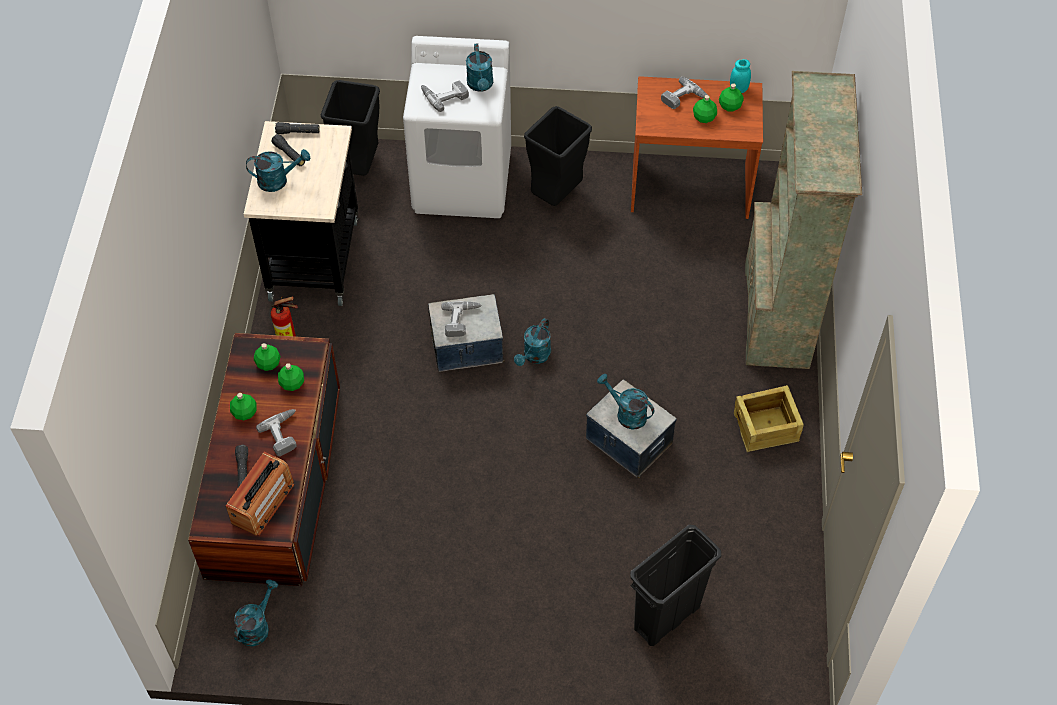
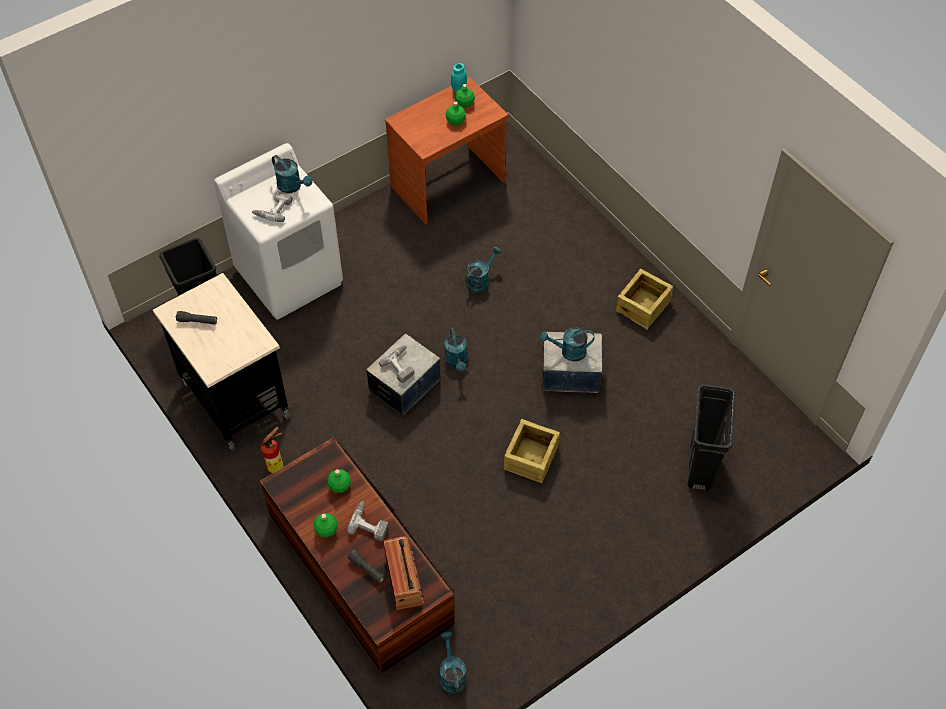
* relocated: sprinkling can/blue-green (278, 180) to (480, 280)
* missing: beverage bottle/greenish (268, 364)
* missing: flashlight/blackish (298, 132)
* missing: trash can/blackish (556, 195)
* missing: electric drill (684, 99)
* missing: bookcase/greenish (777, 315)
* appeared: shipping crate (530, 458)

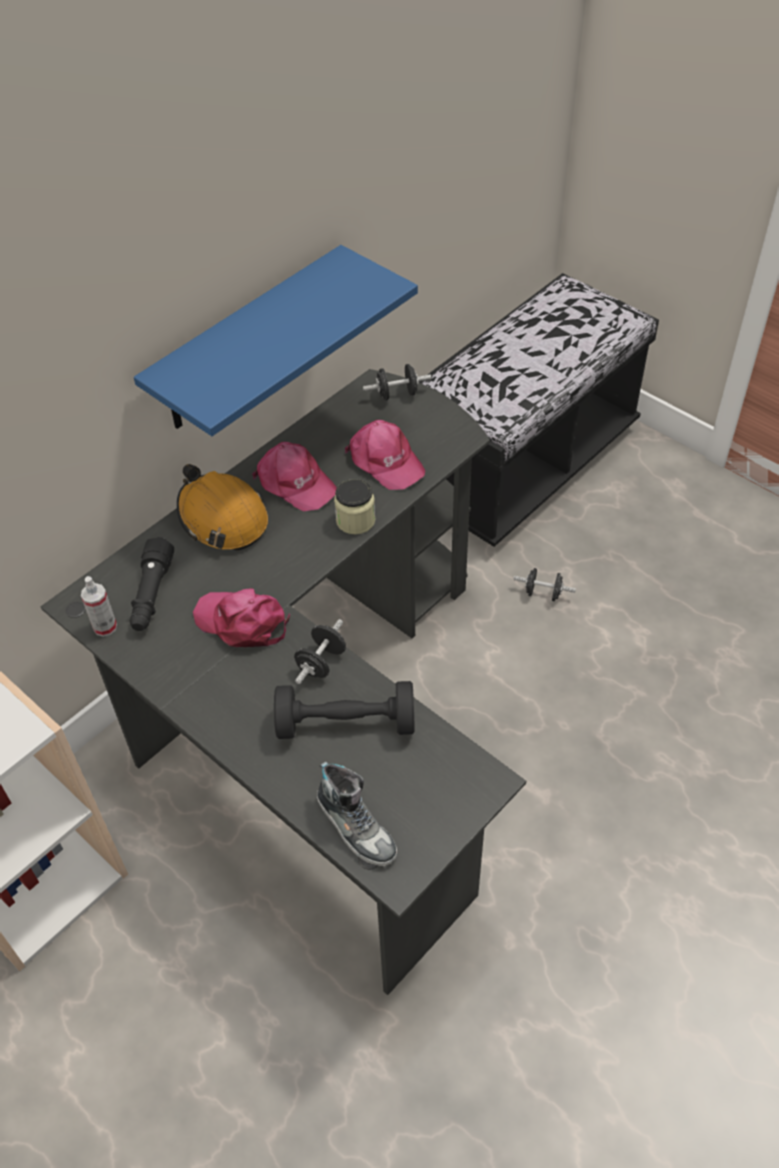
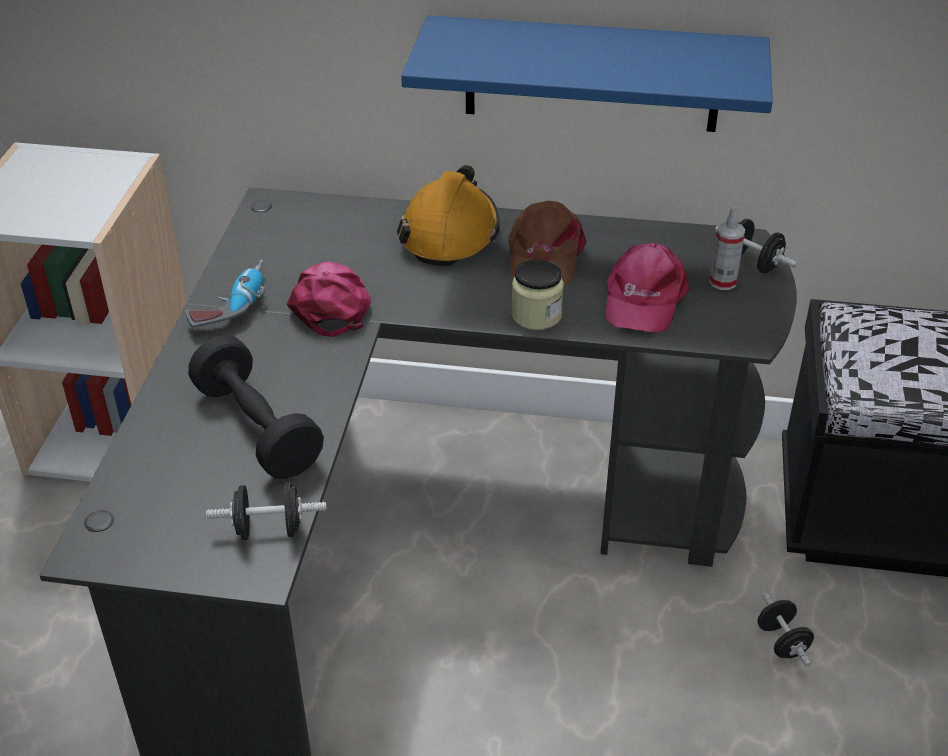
* relocated: sprayer (105, 627) to (723, 282)
* missing: flashlight/blackish (152, 595)
* colour: baseball cap/pink-coloured (295, 483) to baseball cap/brown-coloured (544, 254)
* relocated: hand weight/blackish (321, 662) to (269, 529)
* missing: shoe (356, 826)
* appeared: electric drill (232, 305)

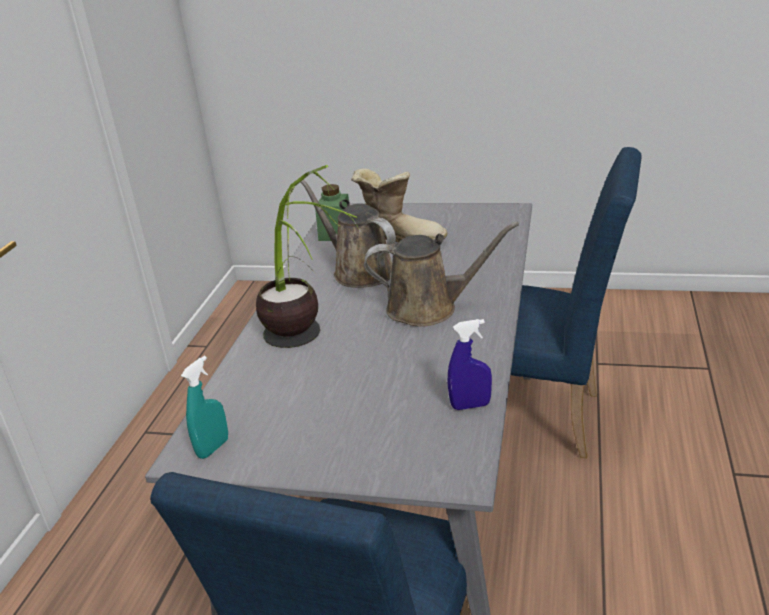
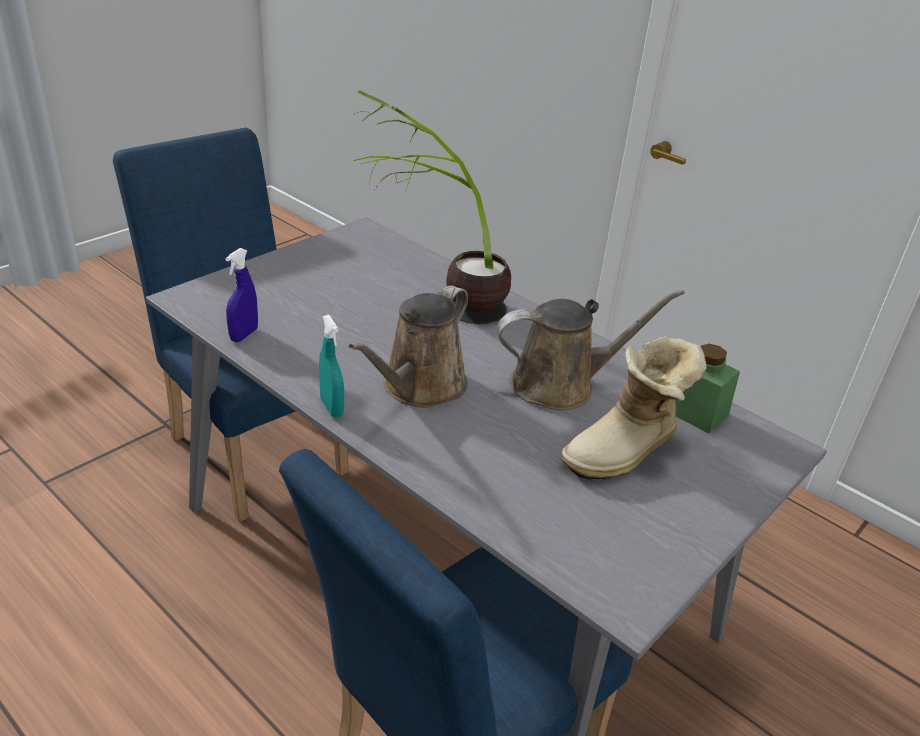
* relocated: sprayer/blue-green (213, 448) to (331, 407)

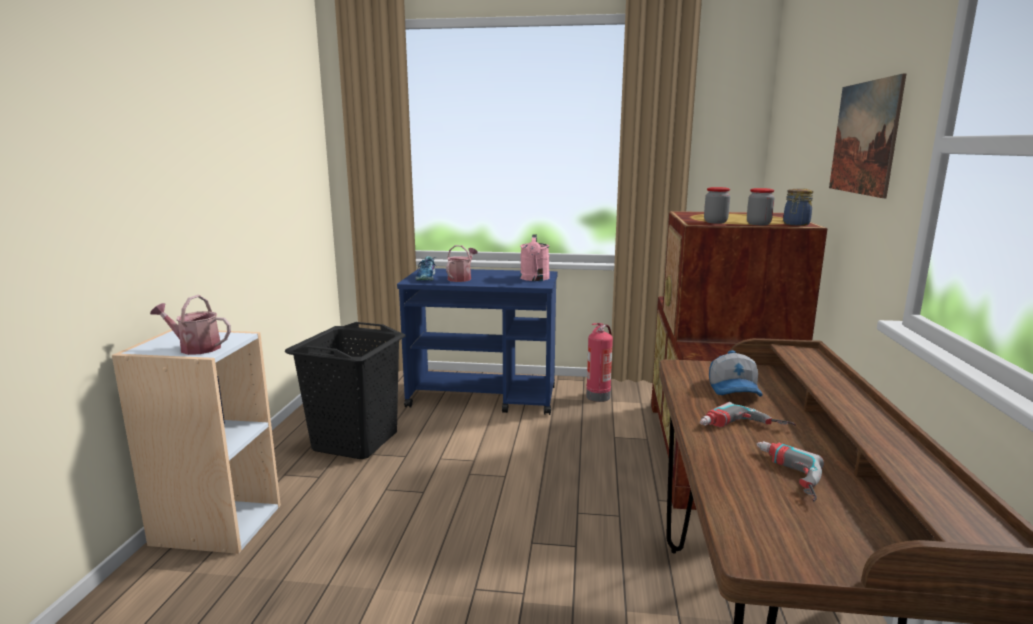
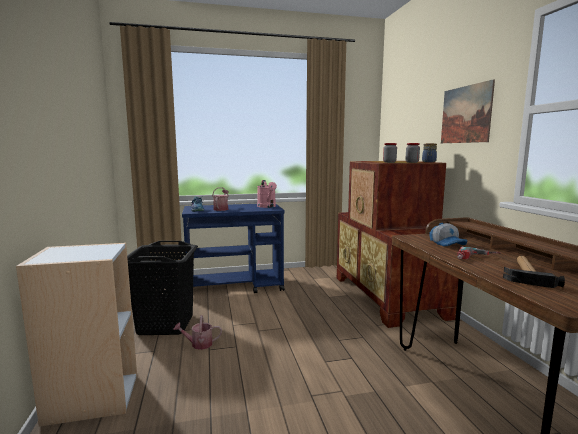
* relocated: sprinkling can (195, 348) to (198, 344)
* missing: fire extinguisher (598, 396)
* exchanged: electric drill (783, 476) to hand hammer (526, 274)

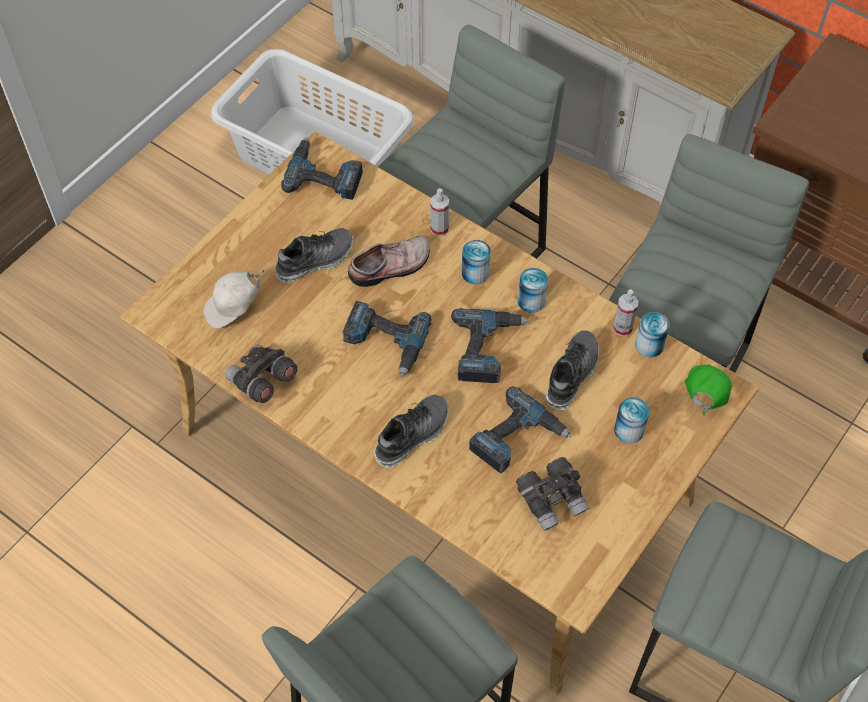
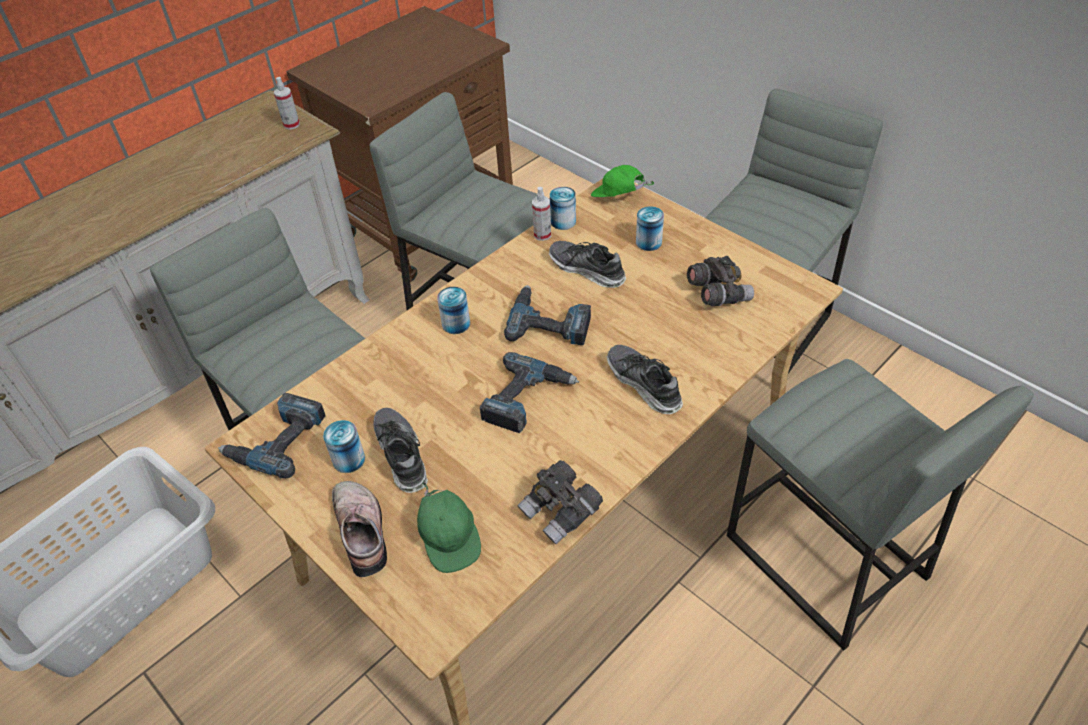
* colour: baseball cap/white-coloured (234, 308) to baseball cap/greenish (450, 538)
* relocated: shoe (391, 267) to (364, 530)
* relocated: sprayer (439, 228) to (291, 125)
* missing: electric drill (517, 439)
* relocated: sealed can (531, 301) to (349, 459)

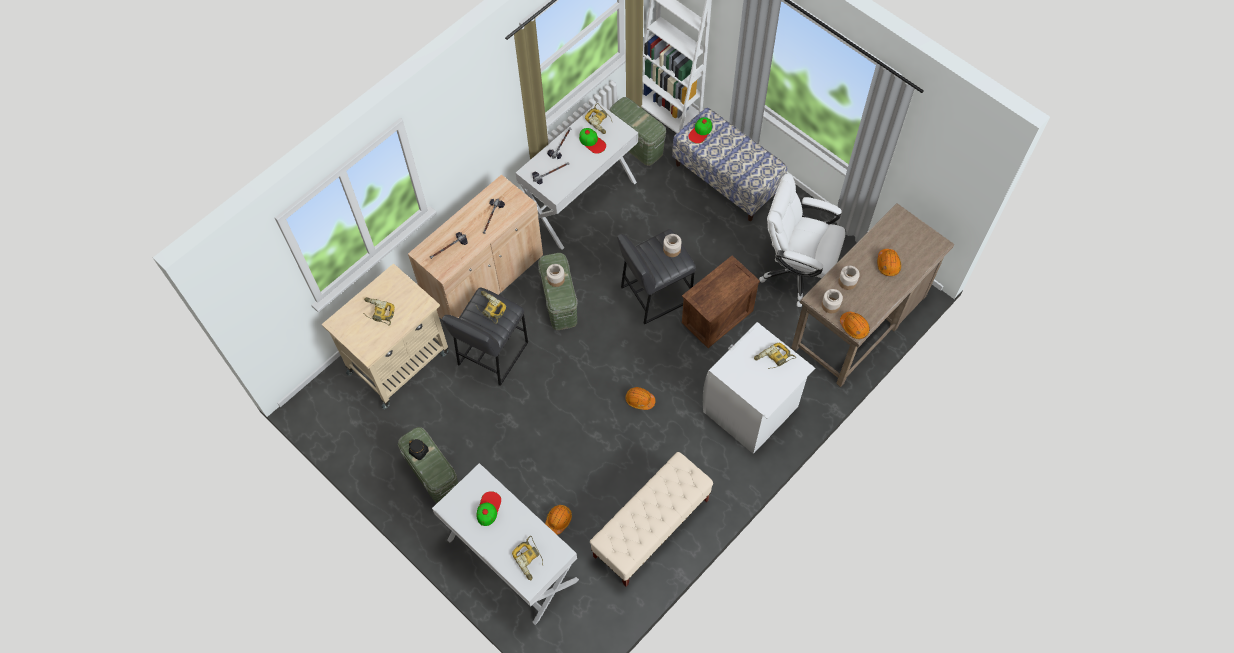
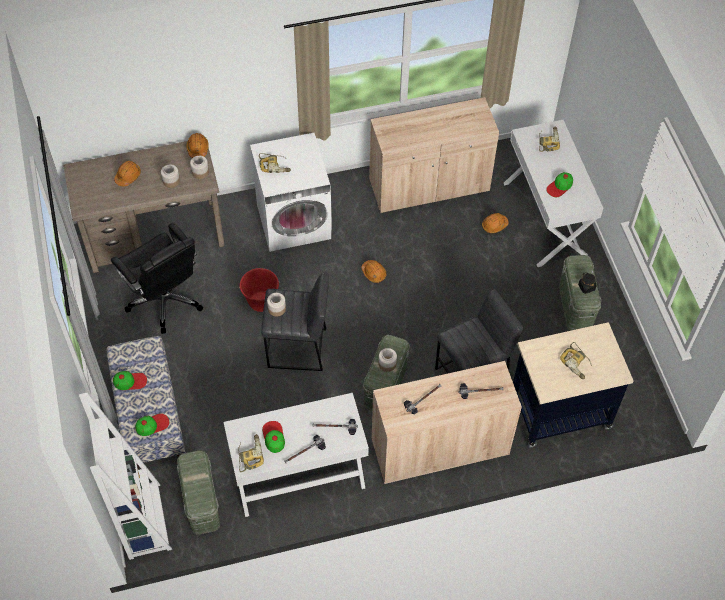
* colour: cart/sand-coloured (399, 362) to cart/bluish (559, 414)
* missing: electric drill (489, 308)
* exchanged: long seat/sand-coloured (651, 528) to storage cabinet/sand-coloured (429, 186)
* exchanged: shipping crate (717, 316) to bucket/red (261, 302)
* colour: office chair/white-coloured (797, 272) to office chair/blackish (165, 299)
* appeared: baseball cap (130, 381)

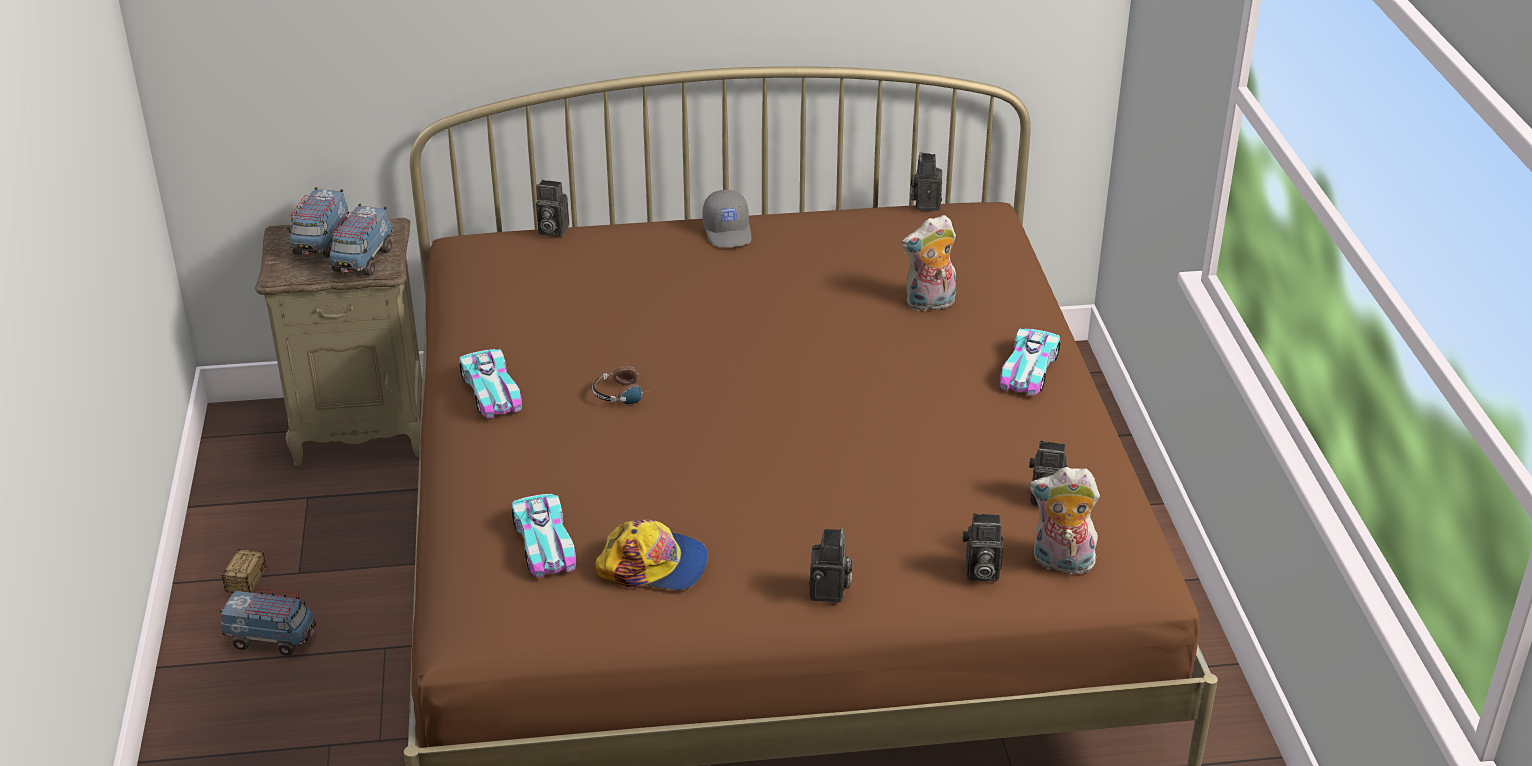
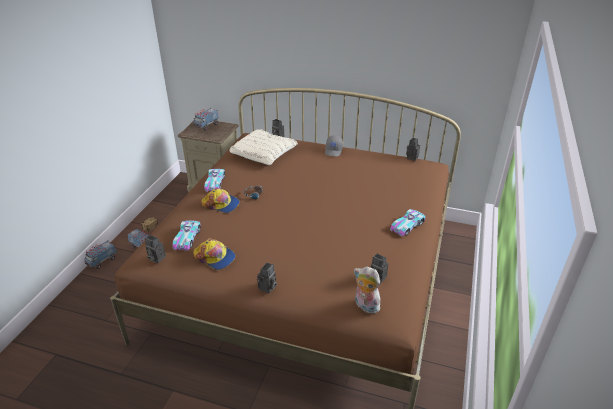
* relocated: toy truck (362, 261) to (102, 261)
* missing: plush toy (929, 304)
* relocated: still camera (980, 572) to (155, 258)
* appeared: baseball cap (221, 204)
* appeared: pillow/sand-coloured (264, 153)

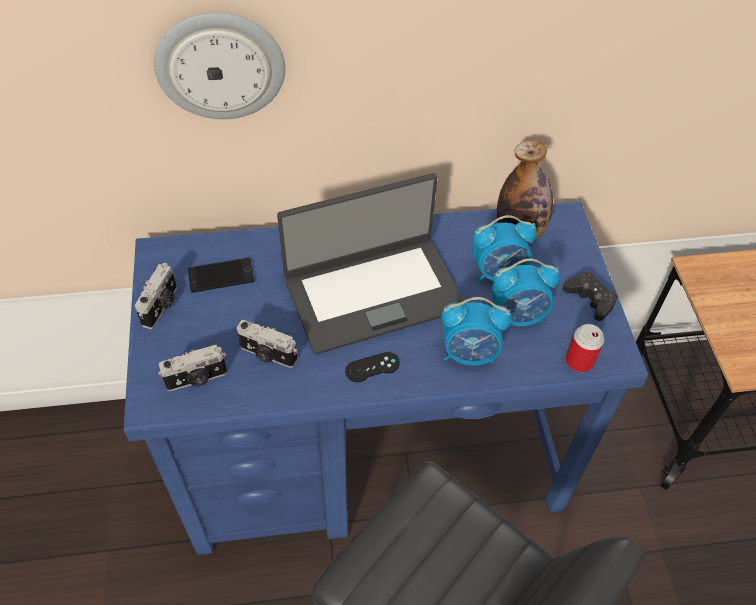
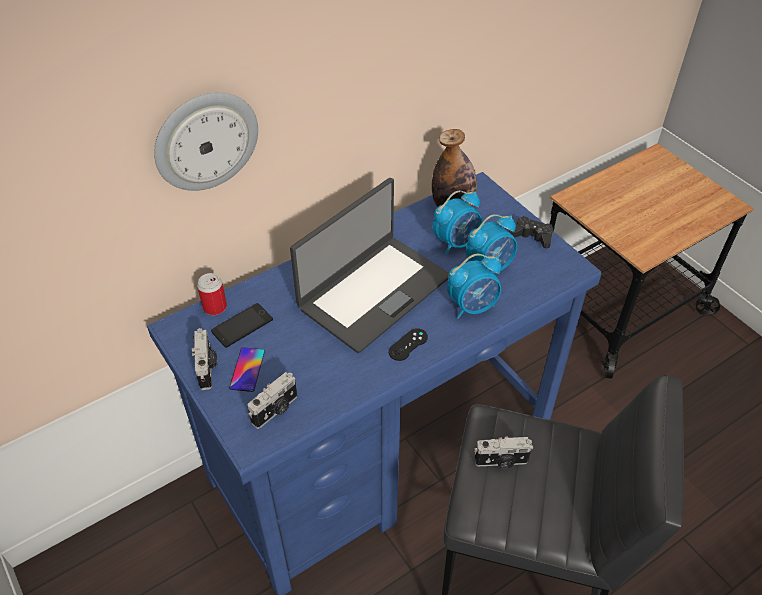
* relocated: still camera (268, 355) to (501, 461)
* relocated: sealed can (579, 361) to (215, 307)
* appeared: phone (247, 369)

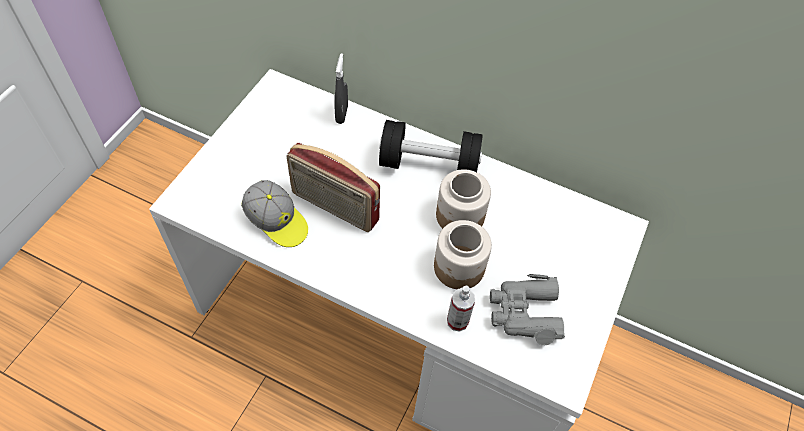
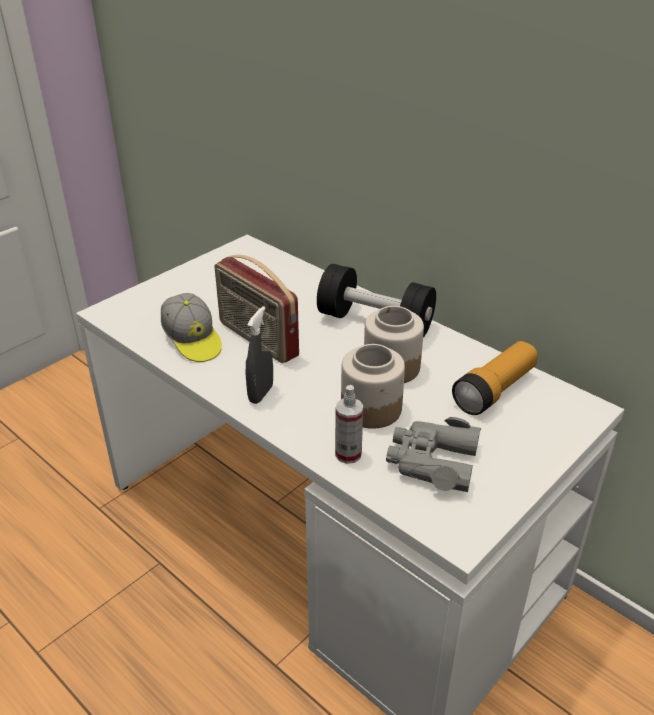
* relocated: sprayer/greyish (341, 114) to (261, 394)
* appeared: flashlight (495, 390)

